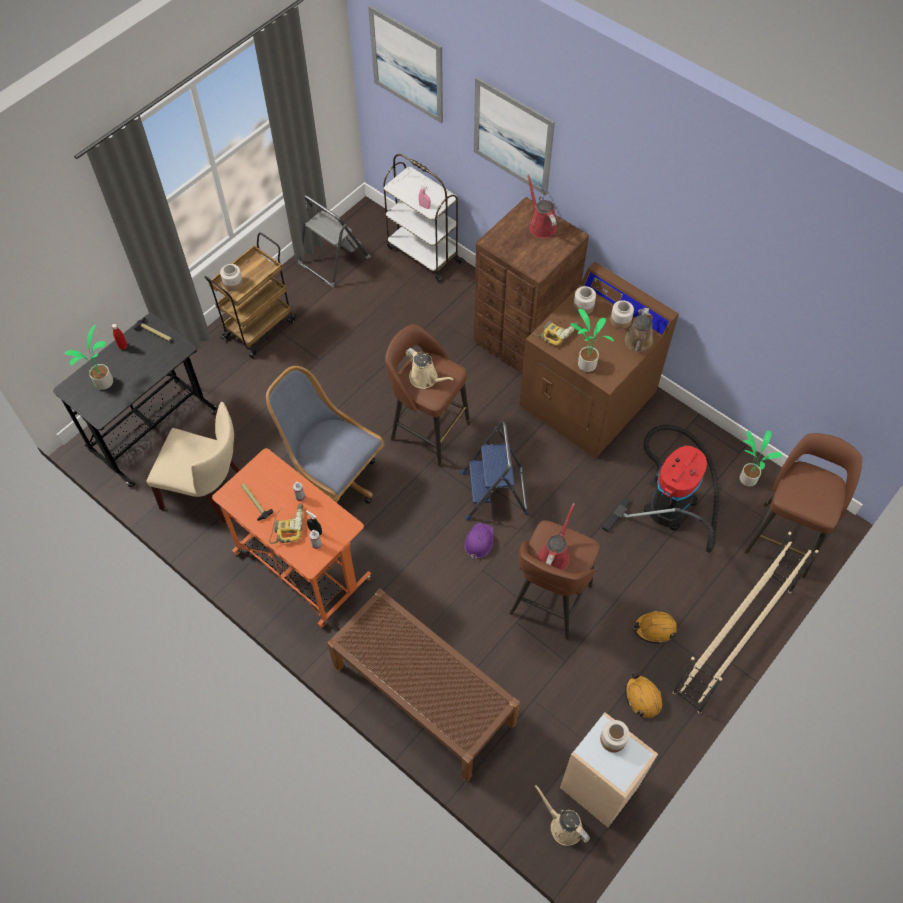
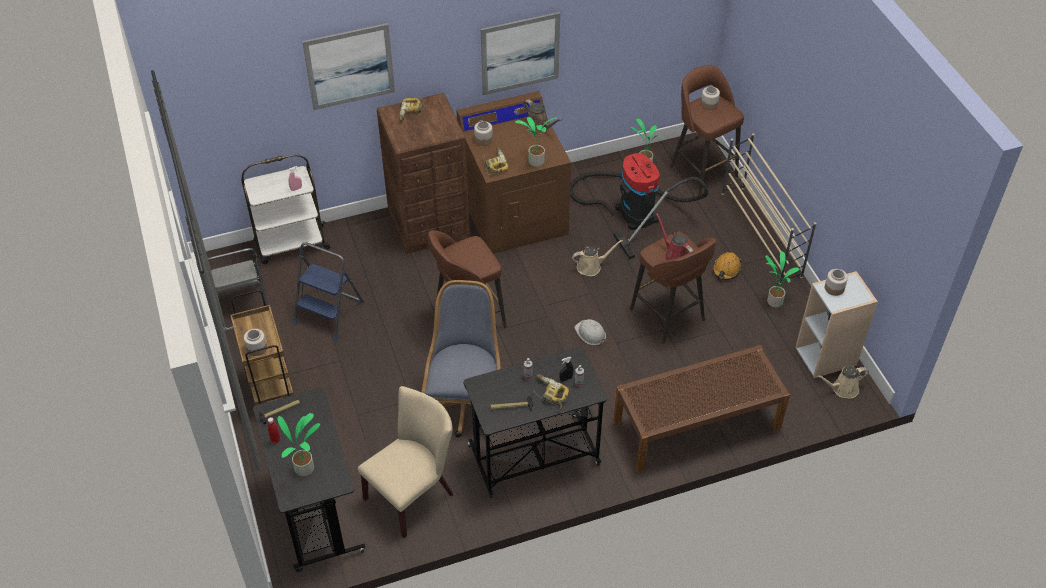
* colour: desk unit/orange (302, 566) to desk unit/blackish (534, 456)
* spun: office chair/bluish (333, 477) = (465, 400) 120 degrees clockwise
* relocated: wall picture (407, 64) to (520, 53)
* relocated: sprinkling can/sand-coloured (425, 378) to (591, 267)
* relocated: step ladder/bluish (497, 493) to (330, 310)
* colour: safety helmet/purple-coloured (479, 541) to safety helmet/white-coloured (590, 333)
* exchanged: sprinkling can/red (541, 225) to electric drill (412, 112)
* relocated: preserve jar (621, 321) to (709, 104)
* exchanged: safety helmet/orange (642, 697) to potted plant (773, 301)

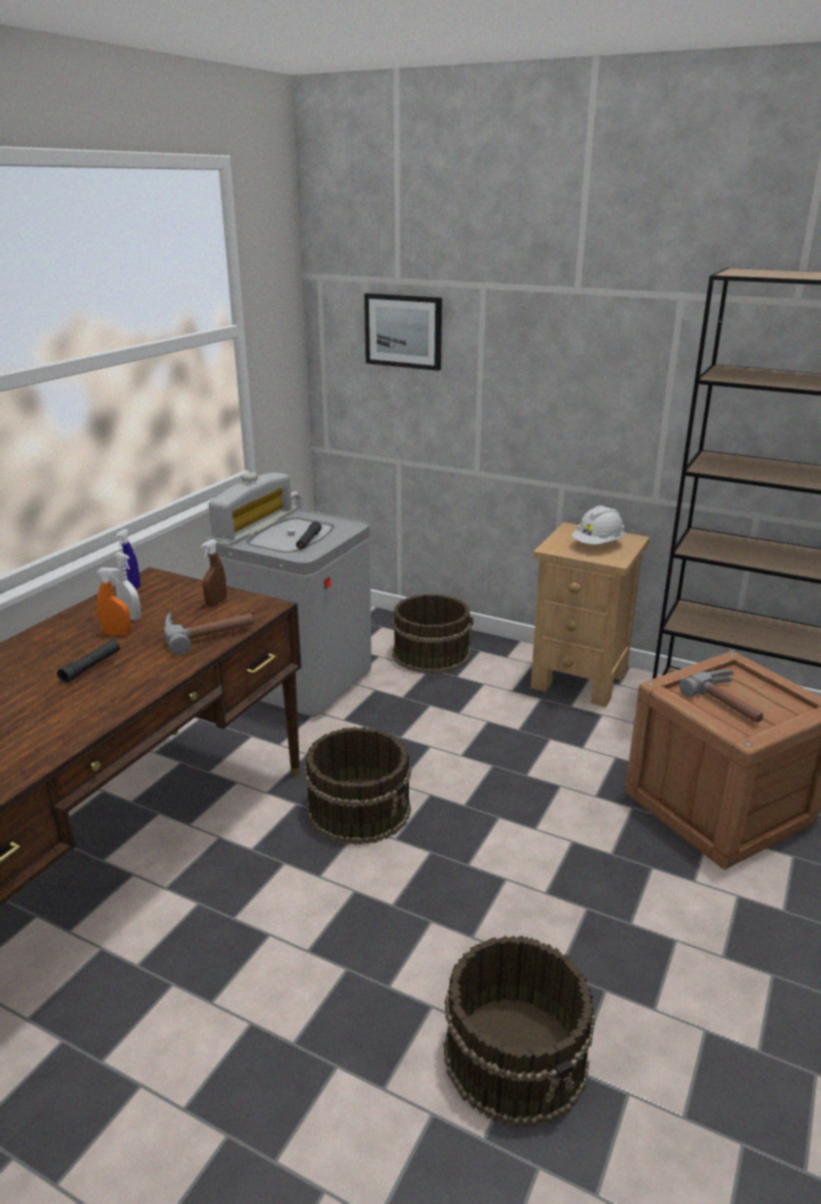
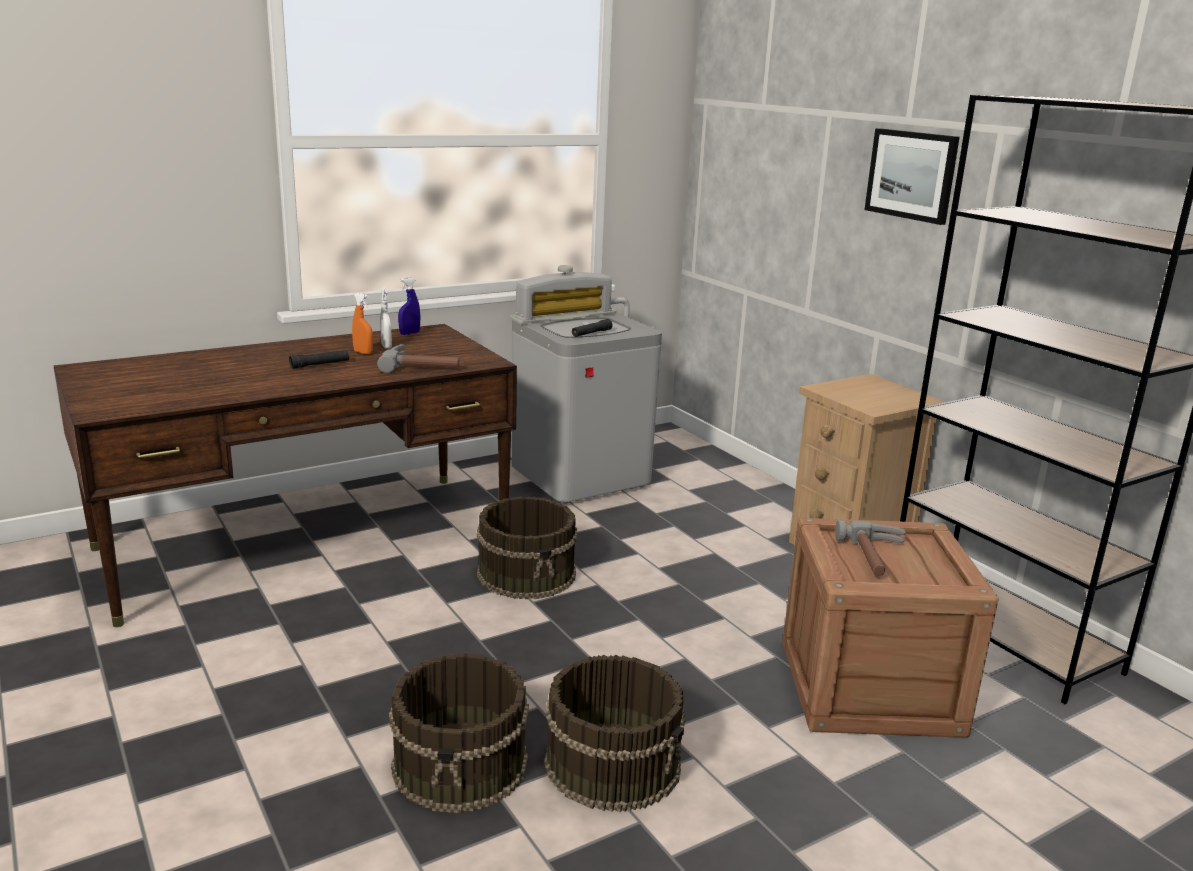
* missing: sprayer/brown-coloured (216, 603)
* relocated: wall picture (403, 331) to (911, 175)
* relocated: bucket/brown-coloured (431, 653) to (613, 763)
* missing: safety helmet/white-coloured (598, 545)

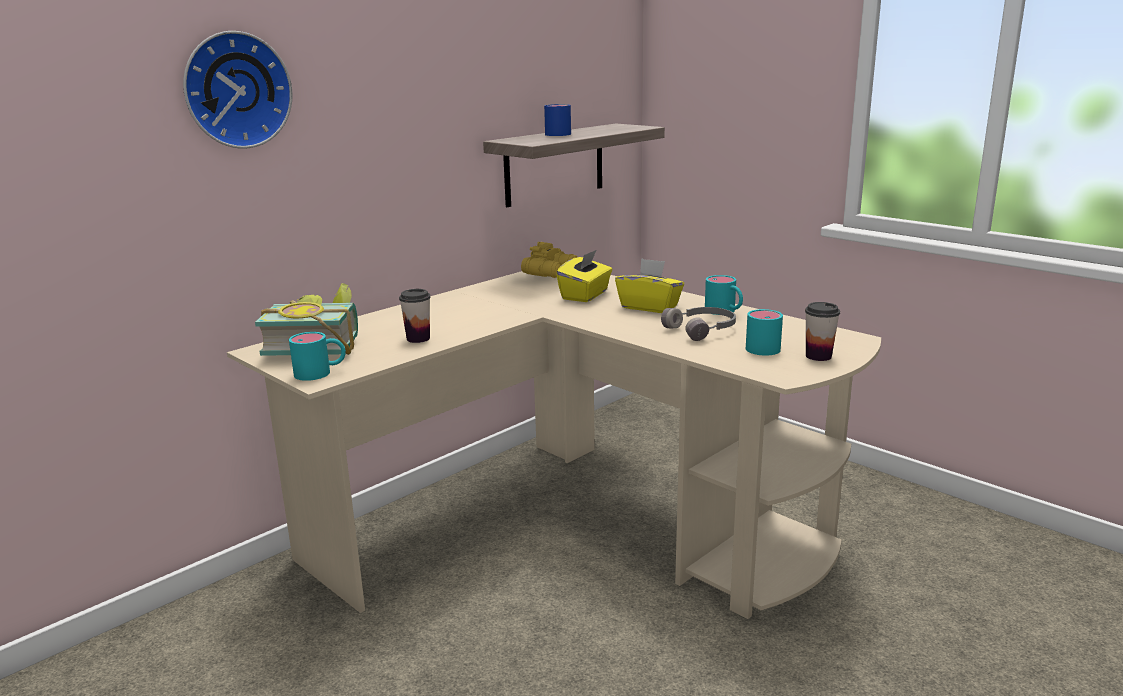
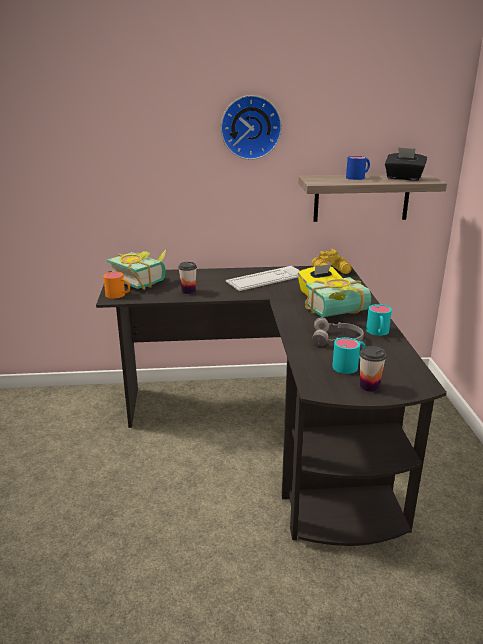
* relocated: clock on the wall (235, 90) to (250, 127)
* colour: desk unit/sand-coloured (567, 522) to desk unit/blackish (273, 431)
* colour: coffee mug/blue-green (321, 372) to coffee mug/orange (119, 295)
* exchanged: tissue holder/yellowish (649, 307) to bound book (339, 313)
* appeared: PC keyboard (266, 279)
* appeared: tissue holder/blackish (403, 178)

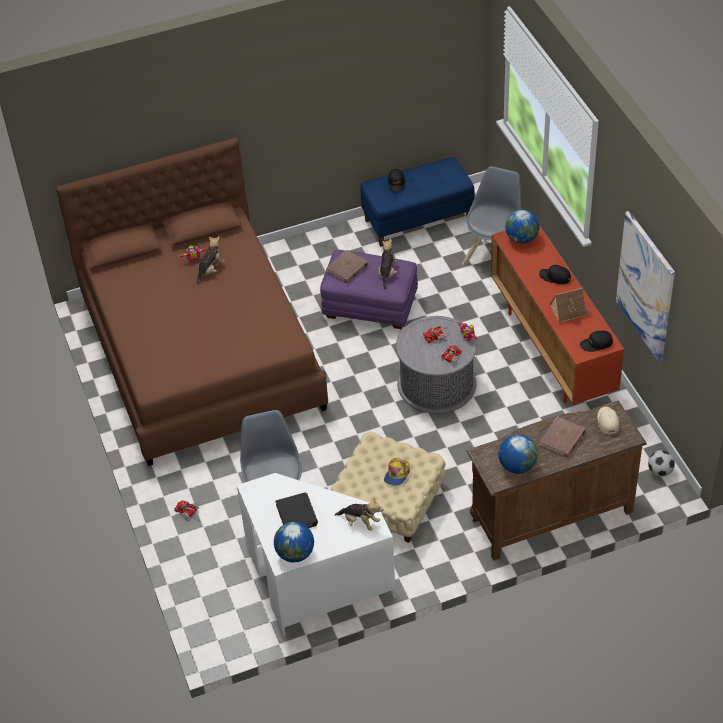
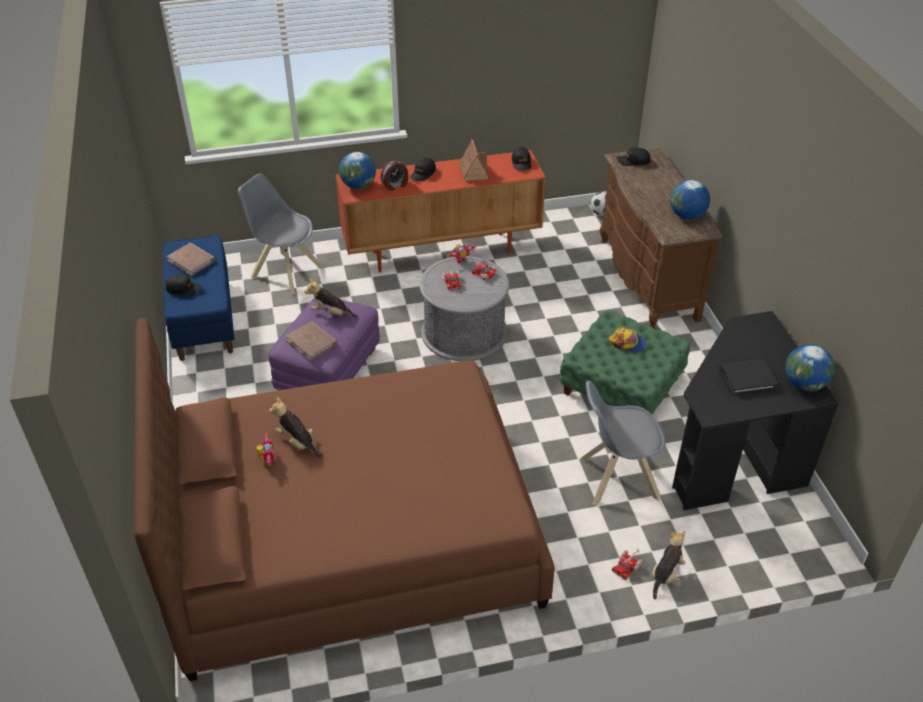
* colour: desk unit/white-coloured (315, 582) to desk unit/blackish (732, 453)
* colour: footrest/sand-coloured (389, 500) to footrest/greenish (621, 384)
* relocated: plush toy (360, 522) to (666, 575)
* relocated: bound book/brown-coloured (562, 439) to (191, 261)
* colour: baseball cap/sand-coloured (607, 421) to baseball cap/blackish (633, 161)
* missing: wall picture (646, 286)
* appeared: table clock (395, 185)

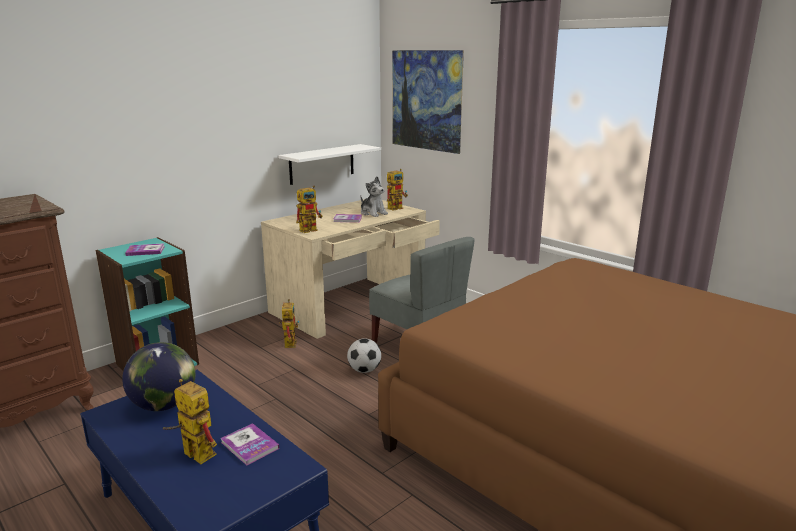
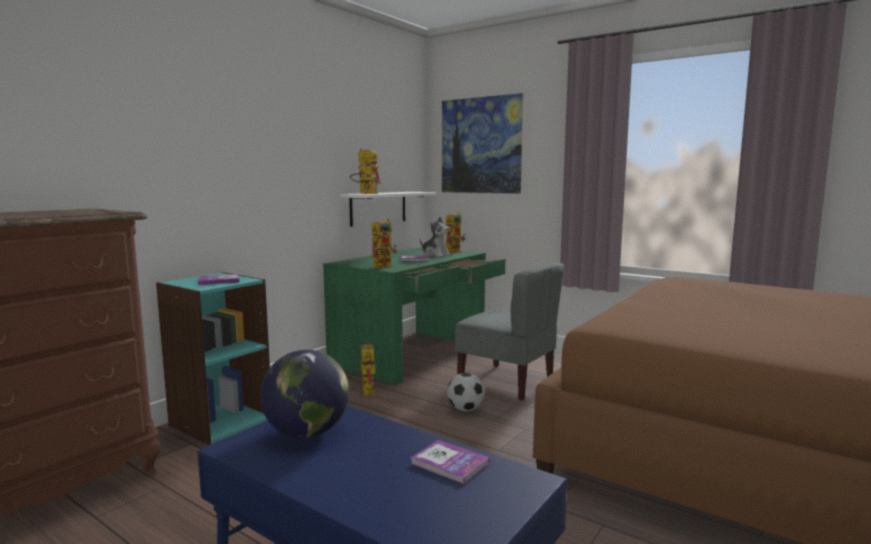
* relocated: toy robot (193, 453) to (364, 193)
* colour: desk unit/sand-coloured (355, 306) to desk unit/greenish (418, 355)

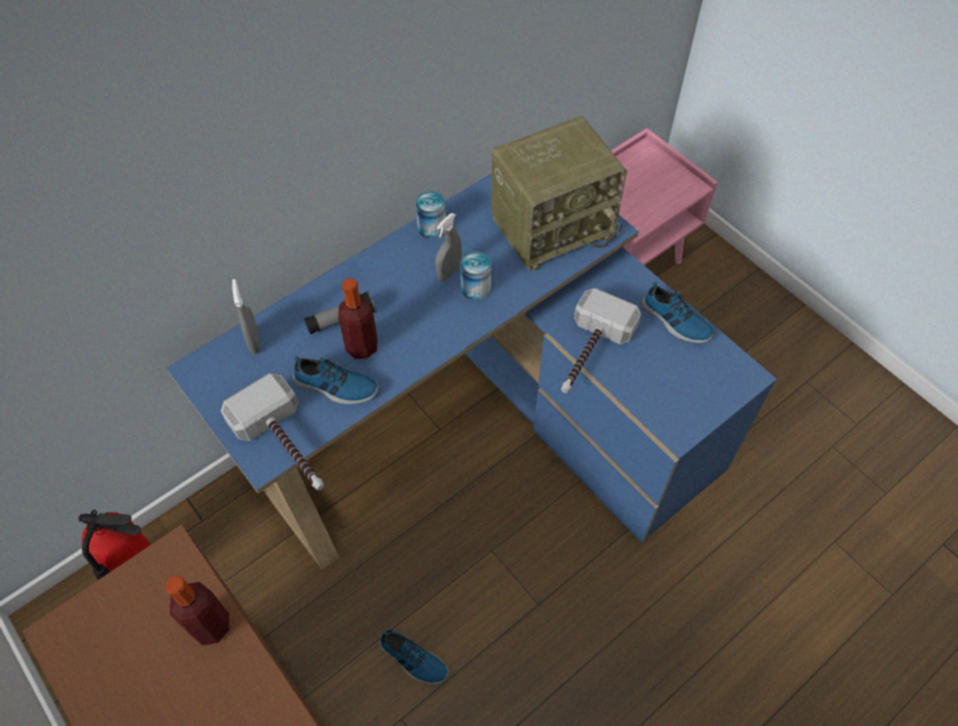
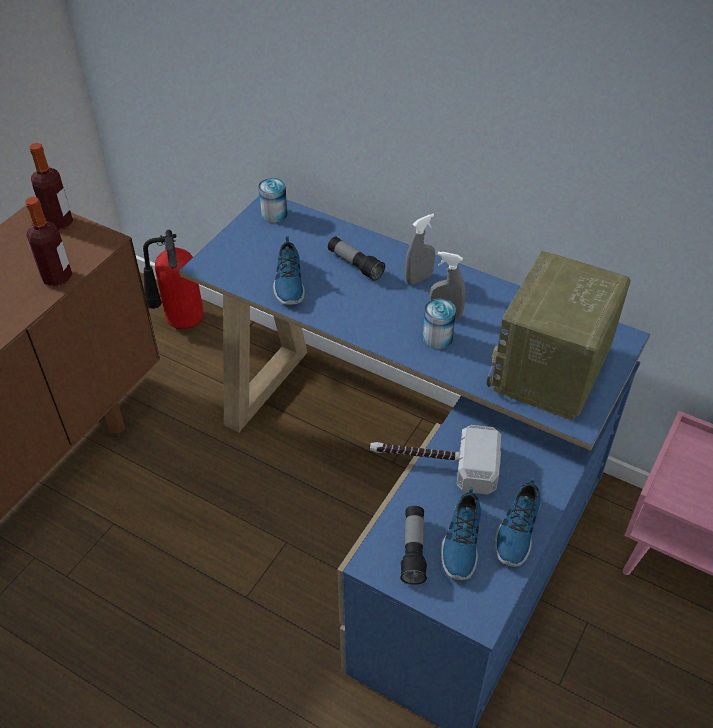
* missing: hand hammer (286, 446)
* relocated: sprayer/greyish (254, 341) to (419, 279)
* relocated: beverage bottle (362, 347) to (59, 222)
* relocated: shoe (412, 659) to (460, 542)
* relocated: sealed can (432, 228) to (274, 214)
* spun: radio set (553, 225) = (551, 373) 75 degrees clockwise
* appeared: flashlight (413, 550)

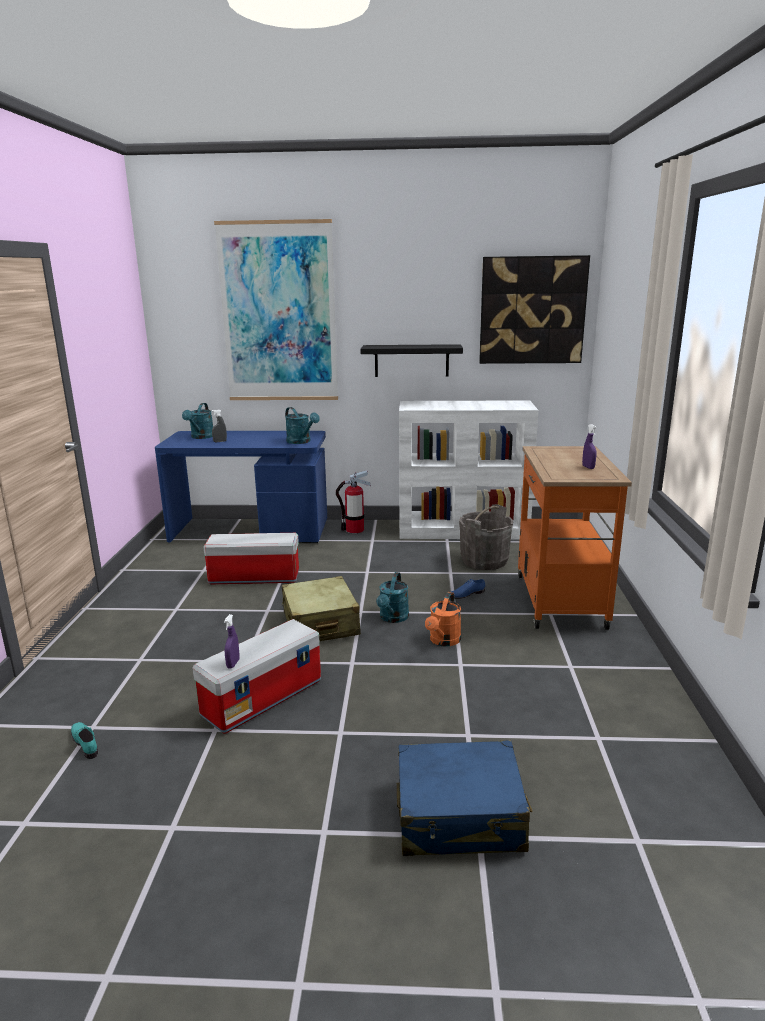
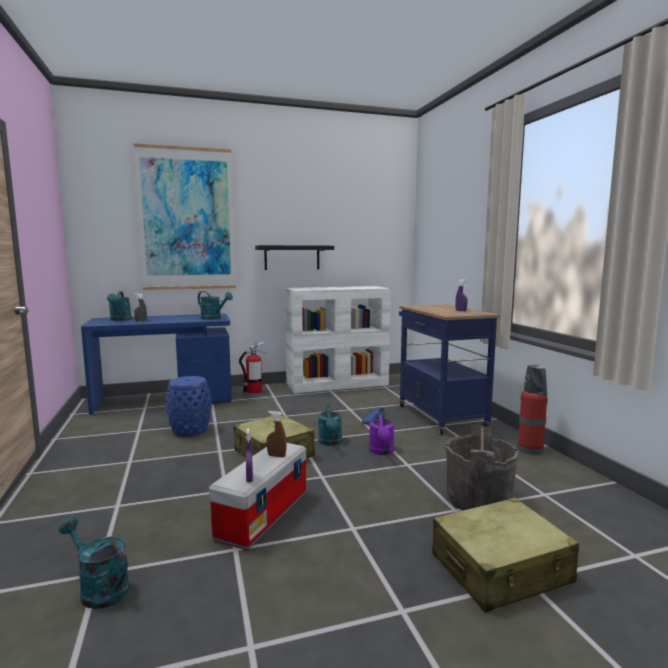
* exchanged: shoe/blue-green (86, 742) to sprinkling can/blue-green (99, 589)
* exchanged: storage box (253, 578) to stool/bluish (190, 430)
* colour: travel case/bluish (460, 816) to travel case/sand-coloured (501, 569)
* colour: sprinkling can/orange (443, 641) to sprinkling can/purple-coloured (382, 451)
* relocated: bucket/greyish (484, 561) to (478, 500)
* missing: wall picture (532, 310)
* colour: cart/orange (559, 599) to cart/bluish (439, 416)
* appeared: sprayer/brown-coloured (276, 456)
* appeared: fire extinguisher (531, 450)

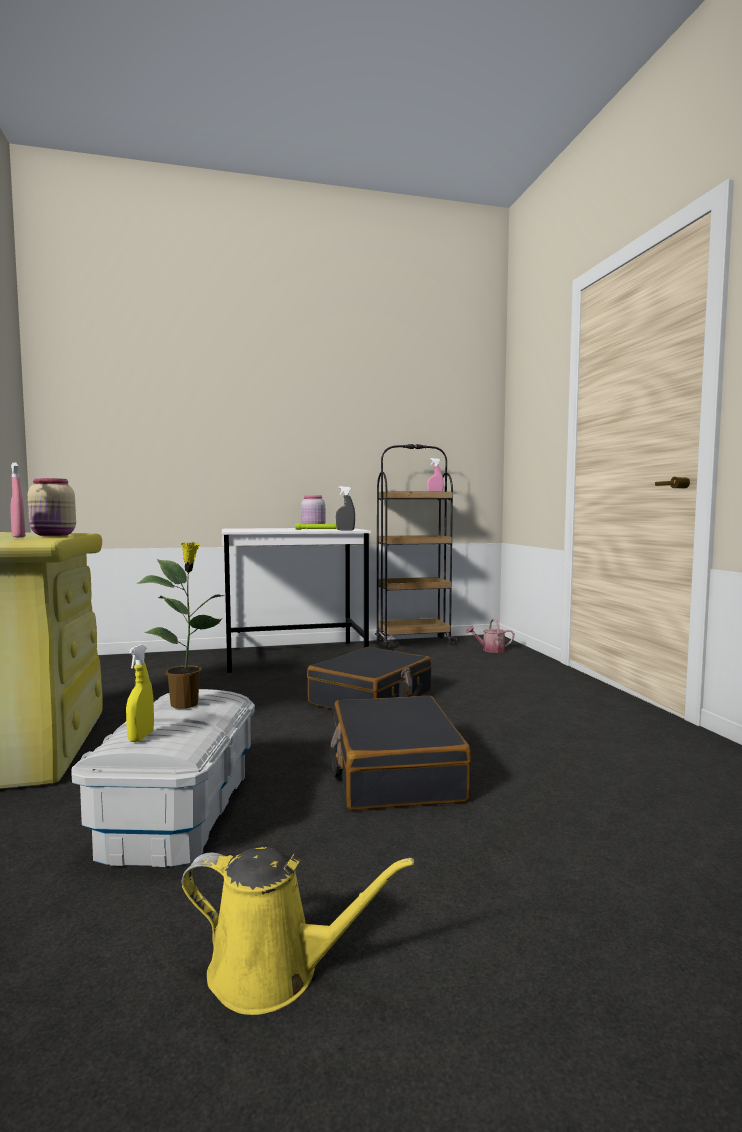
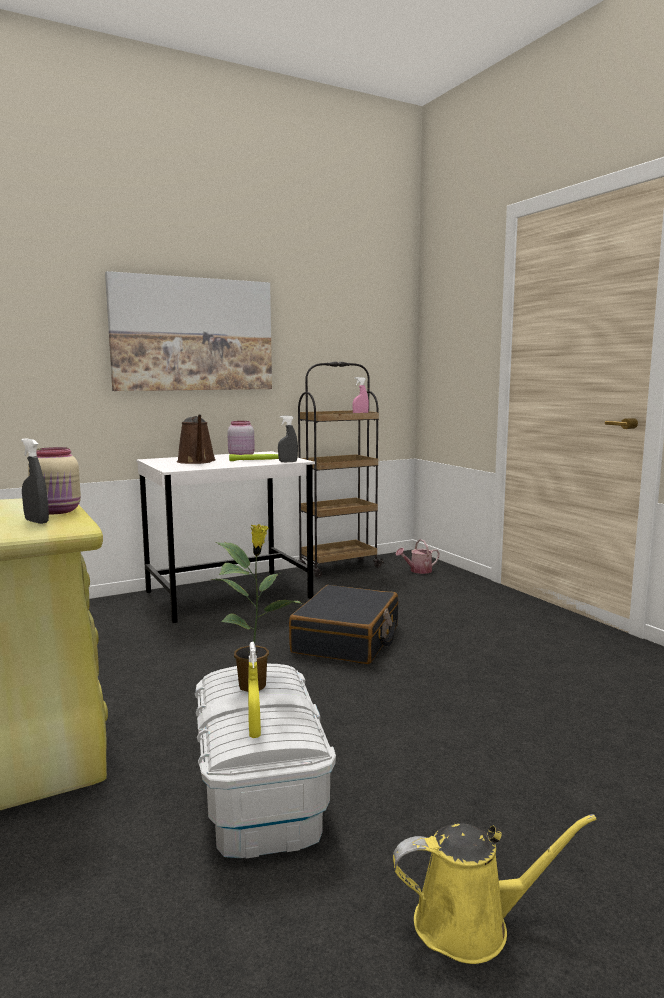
* colour: sprayer/pink-coloured (18, 537) to sprayer/greyish (36, 521)
* missing: travel case/blackish (394, 772)
* appeared: wall picture (192, 334)
* appeared: sprinkling can/brown-coloured (197, 462)

